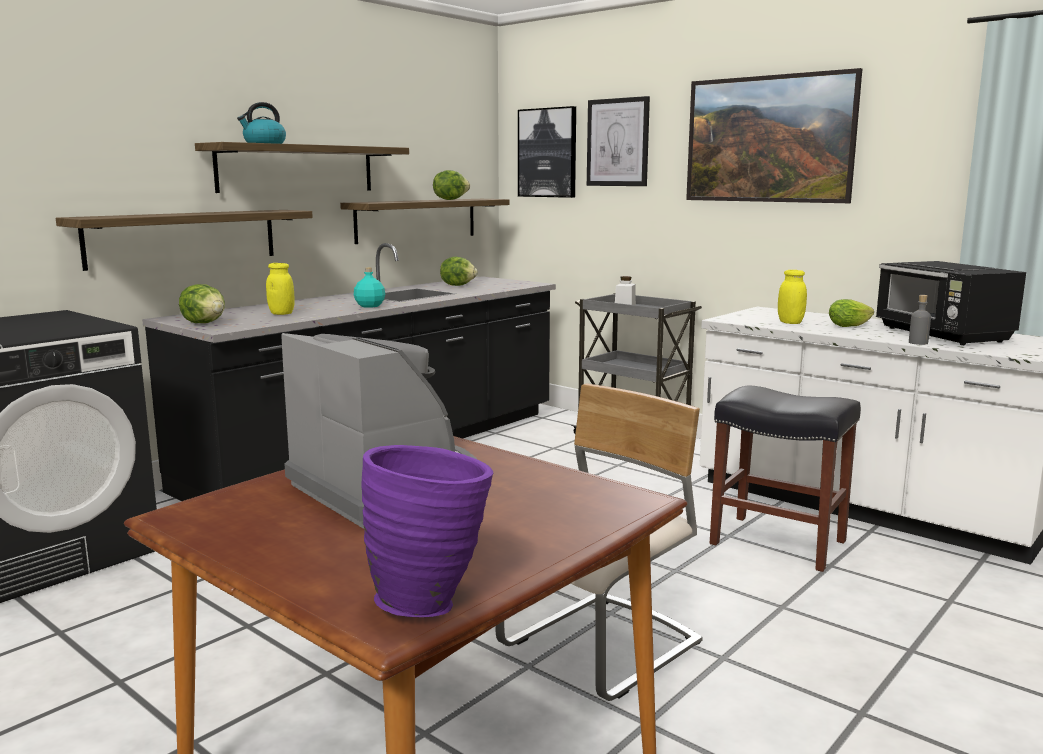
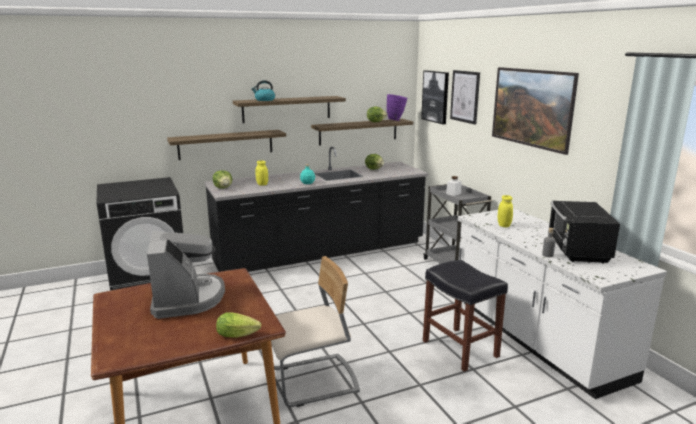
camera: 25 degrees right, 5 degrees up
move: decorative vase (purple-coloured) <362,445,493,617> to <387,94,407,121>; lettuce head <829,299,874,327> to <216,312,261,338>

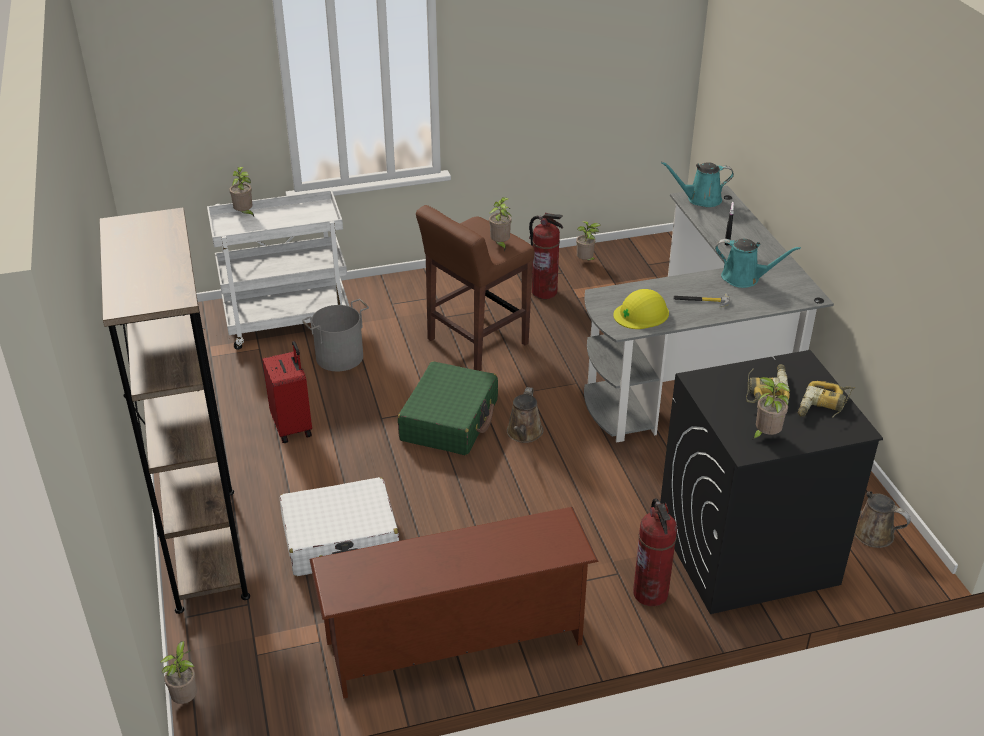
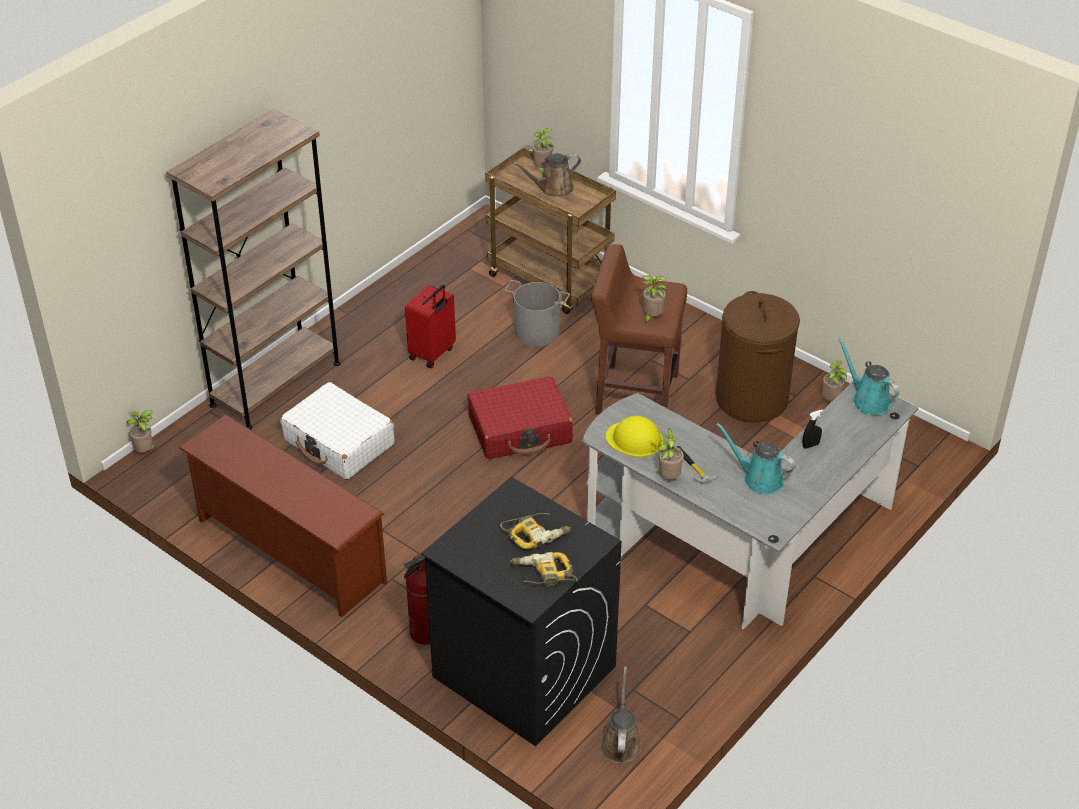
camera: 55 degrees right, 5 degrees up
move: watering can (brown-coloured) <507,387,543,443> to <513,153,581,197>; houseplant <751,377,790,440> to <656,428,684,479>
replace: fire extinguisher <529,213,563,299> to laundry basket (brown-coloured) <716,291,800,423>
recolor: wheeled cart (whitish) <207,190,349,350> to wheeled cart (brown-coloured) <485,147,616,314>; travel case (greenish) <398,361,498,455> to travel case (red) <467,376,573,459>
rotate: watering can (turquoise-coloured) <715,239,801,288> = <716,423,796,495> 135 degrees clockwise

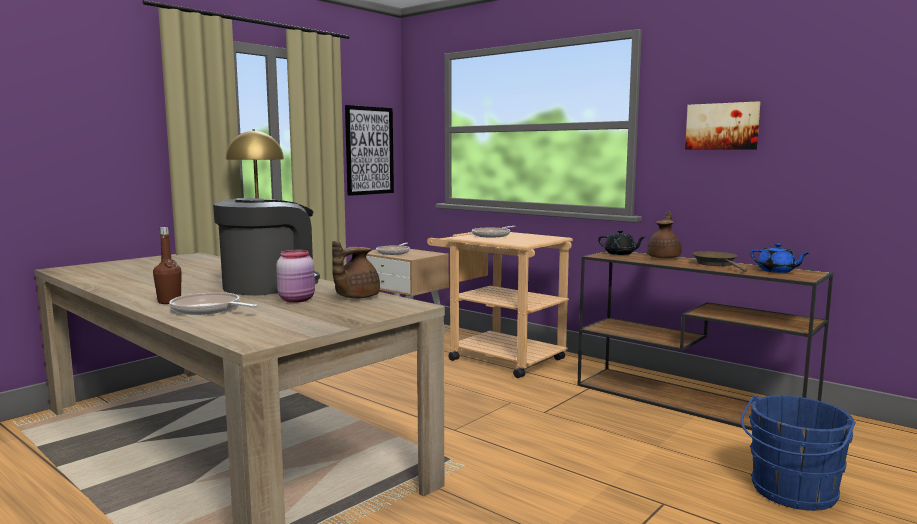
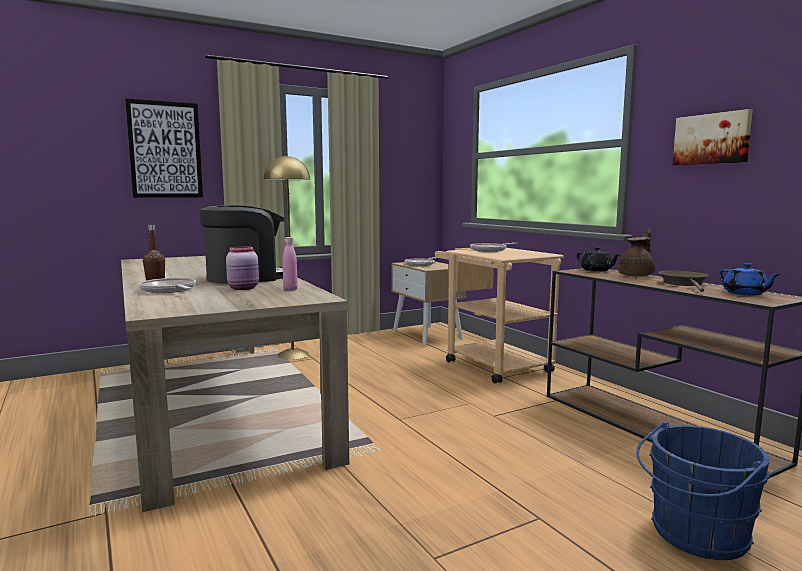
camera: 20 degrees right, 0 degrees up
move: picture <345,105,394,196> to <125,98,203,198>
replace: teapot (brown-coloured) <332,241,380,298> to drink bottle (pink-coloured) <283,237,298,291>

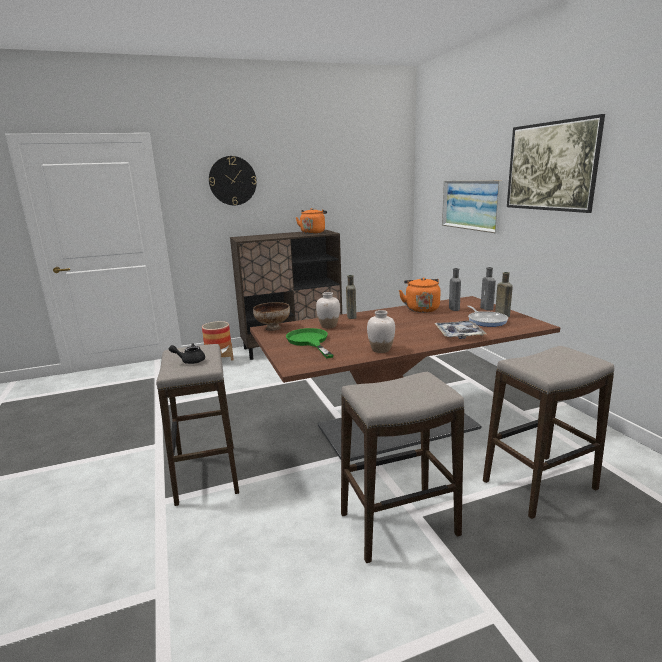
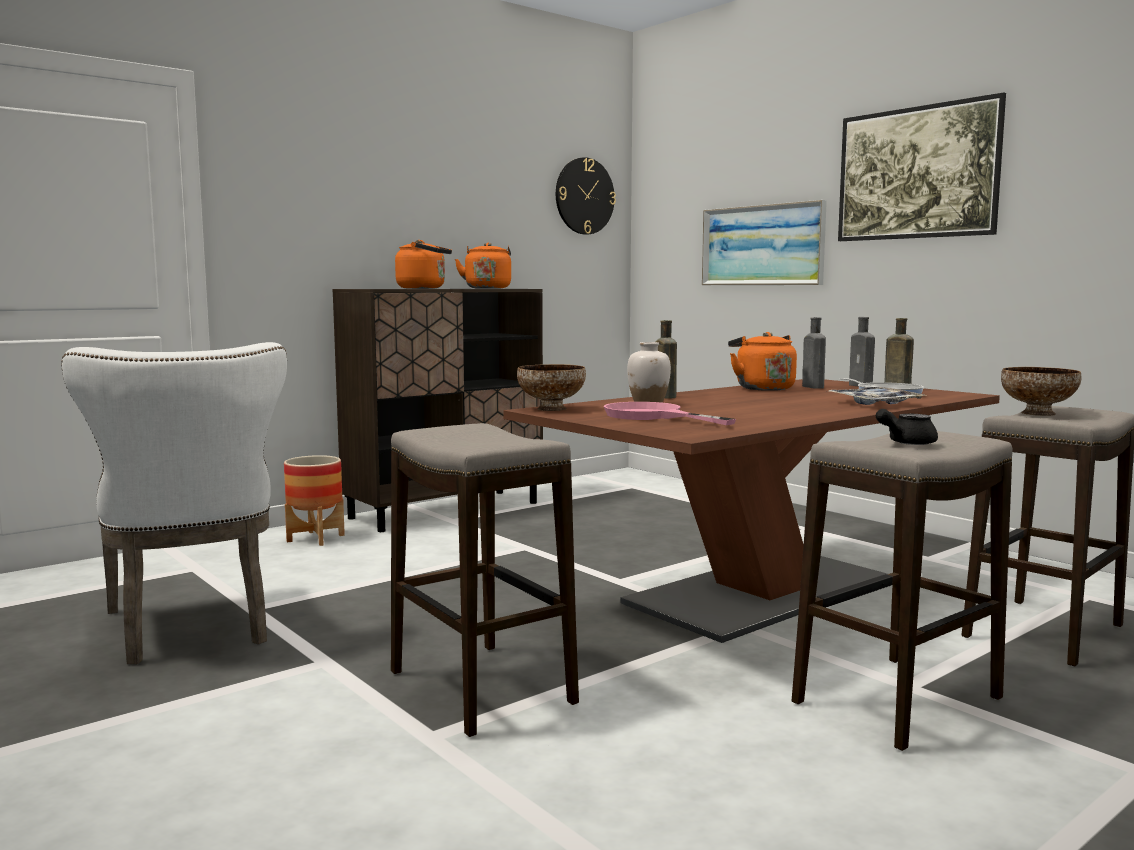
camera: 20 degrees left, 10 degrees down
delete: decorative vase (whitish) <367,310,395,353>
insert: plain chair (whitish) <61,342,287,664>; water kettle (orangey) <395,240,452,289>; serving bowl <1001,367,1081,416>
move: teapot (black) <169,343,205,364> to <876,409,938,445>; clock on the wall <209,156,257,205> to <556,157,616,235>
recolor: pan (greenish) <286,328,334,359> to pan (pink-coloured) <604,402,736,425>

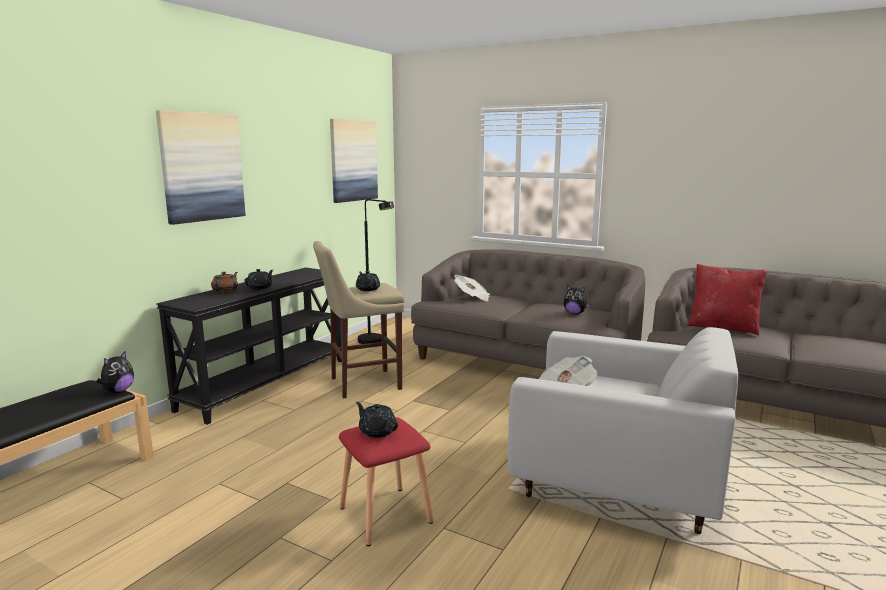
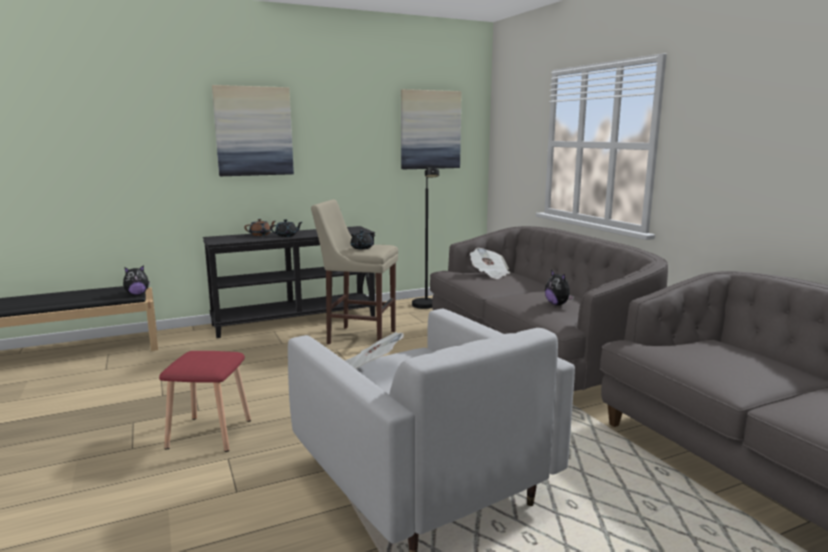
camera: 35 degrees right, 0 degrees up
delete: teapot (black) <356,402,398,438>; cushion (red) <687,264,767,335>

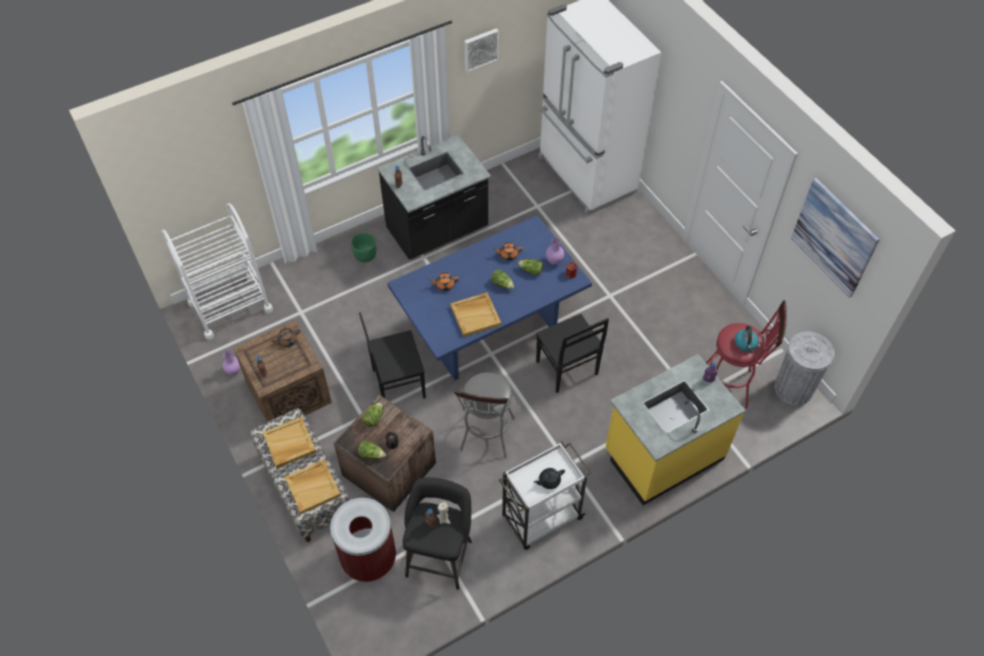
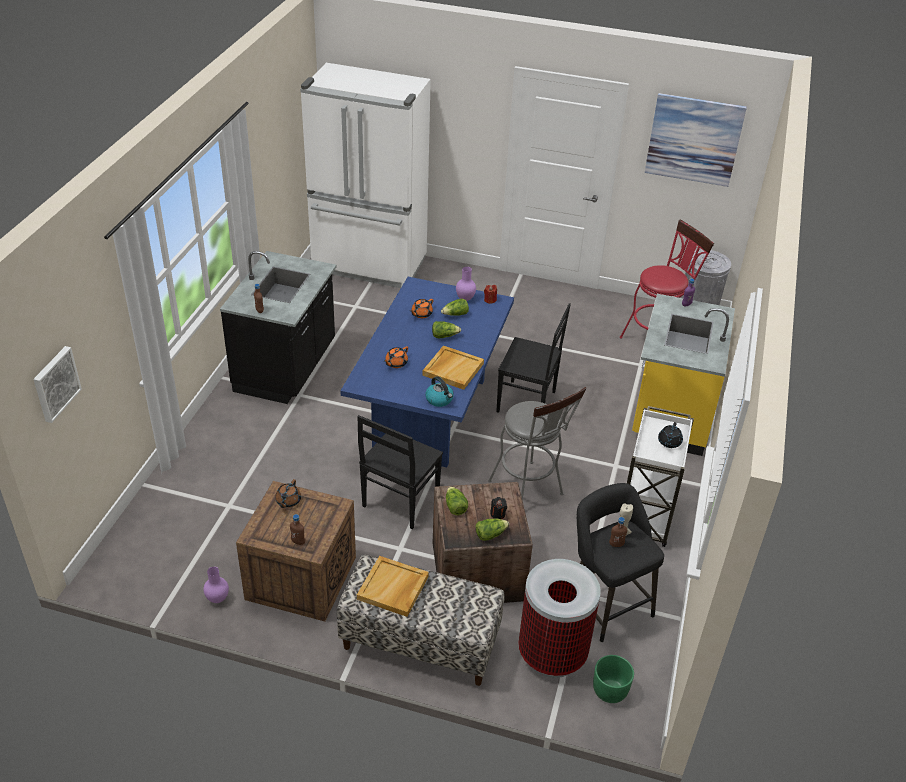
camera: 45 degrees left, 15 degrees down
delete: wheeled cart (whitish) <161,203,273,340>; carrying tray (sand-coloured) <285,460,341,514>
move: plant pot (greenish) <351,232,376,262> to <593,655,634,703>; picture <464,28,499,72> to <33,346,82,423>; water kettle <735,326,759,351> to <425,376,454,407>

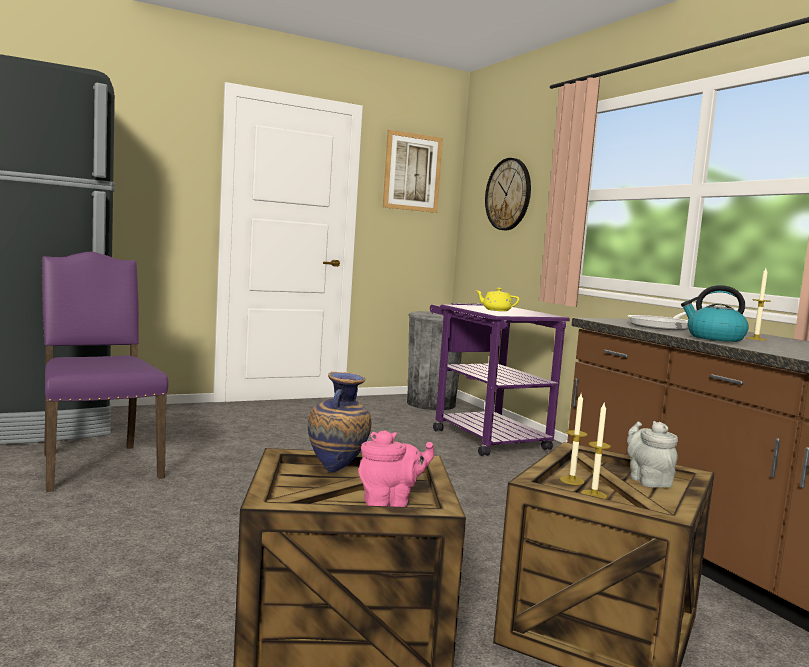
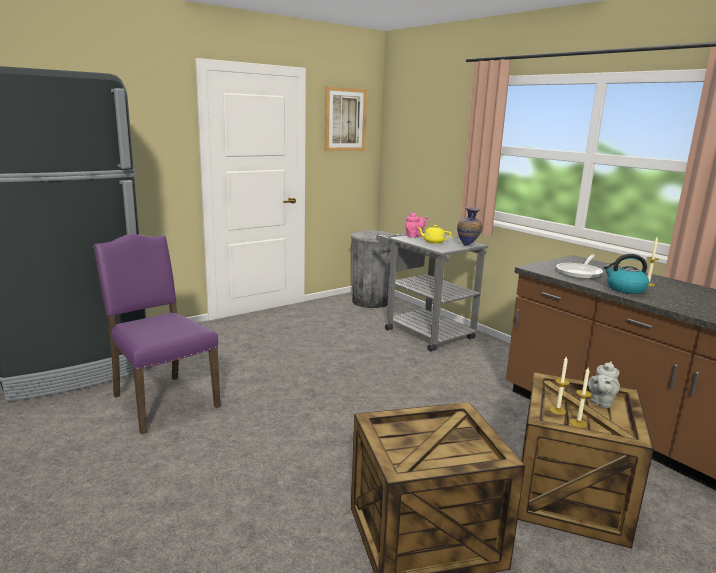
camera: 10 degrees left, 10 degrees up
delete: clock on the wall <485,158,531,231>
move: decorative vase <308,372,371,472> to <457,207,482,246>; teapot (pink-coloured) <359,430,434,507> to <405,213,428,238>
recolor: wheeled cart (purple-coloured) <430,303,570,456> to wheeled cart (grey) <376,231,488,352>
rotate: teapot (grey) <627,421,678,487> = <588,361,620,408> 120 degrees counterclockwise

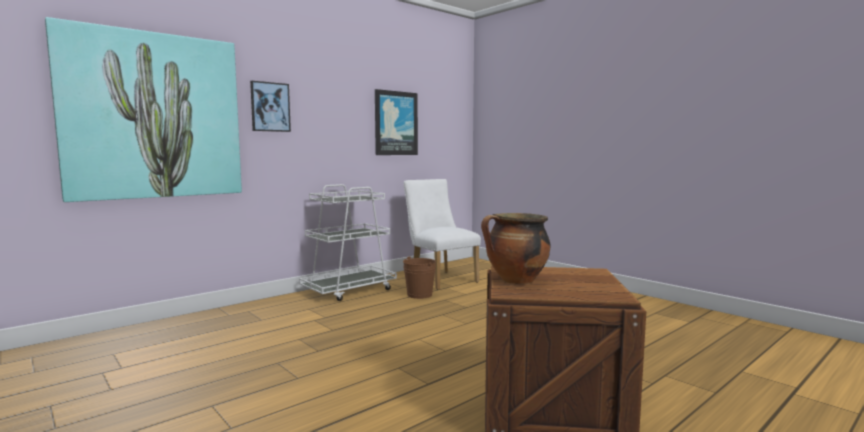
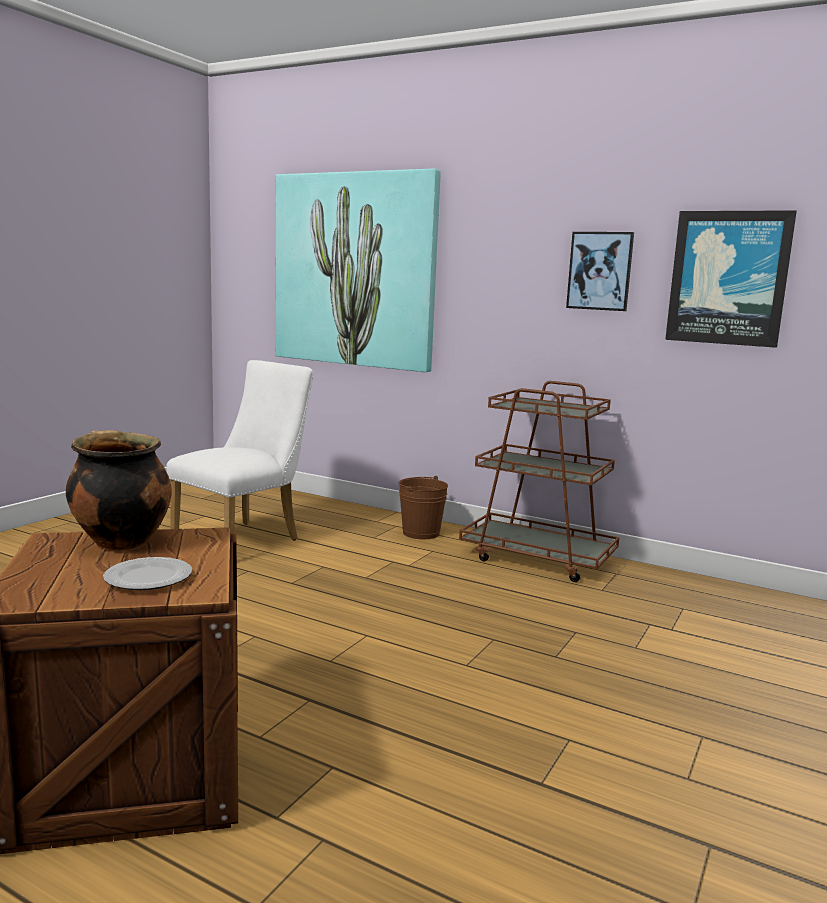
camera: 70 degrees right, 5 degrees up
insert: plate <103,557,192,590>
move: picture <250,81,291,132> to <566,232,634,311>; water bucket (brown-coloured) <403,256,436,299> to <399,476,448,539>; plain chair (whitish) <404,179,481,290> to <166,360,314,540>
recolor: wheeled cart (whitish) <299,184,397,301> to wheeled cart (brown-coloured) <459,381,619,582>

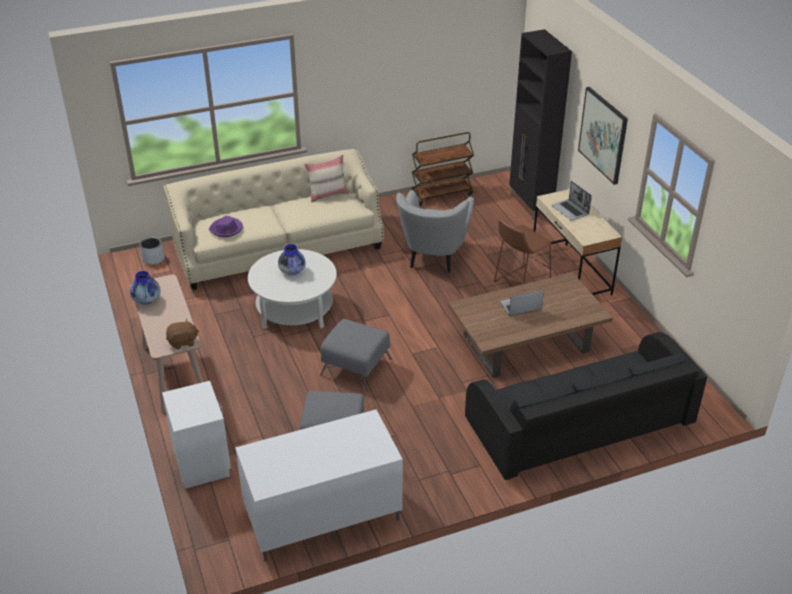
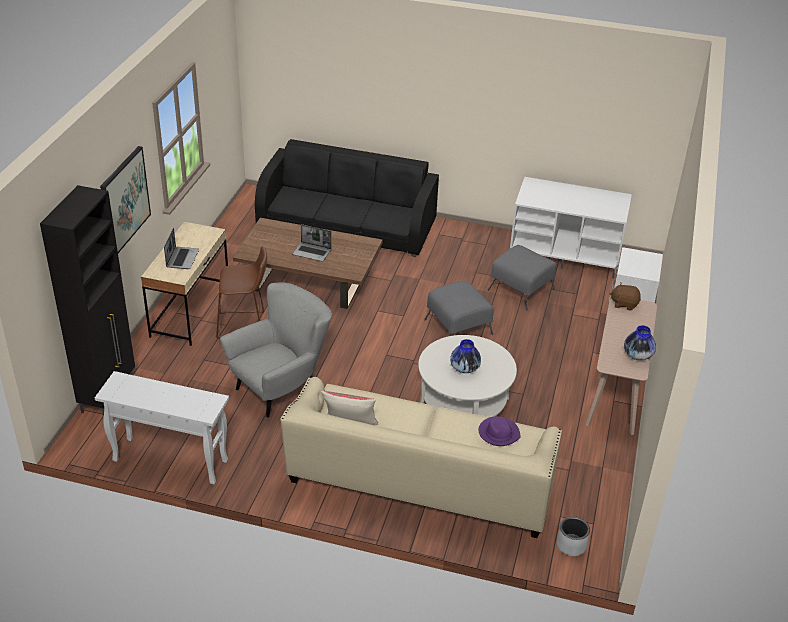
camera: 145 degrees left, 0 degrees up
replace: wheeled cart (brown-coloured) <411,132,474,206> to narrow table (whitish) <95,371,229,484>

